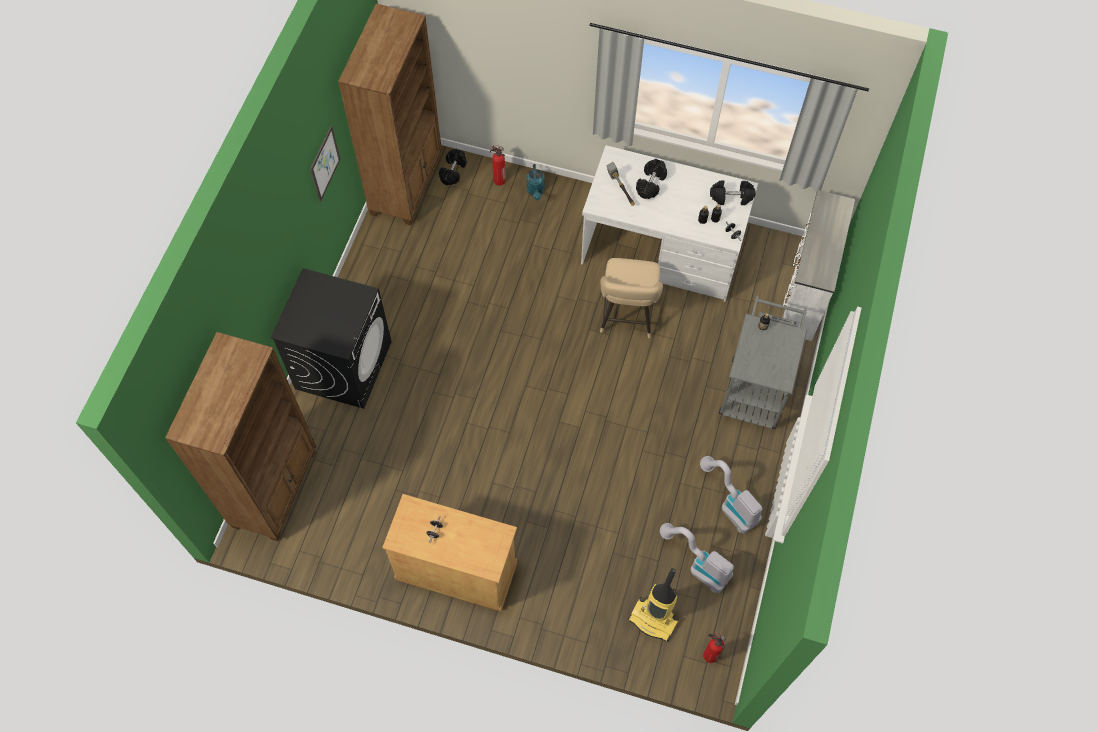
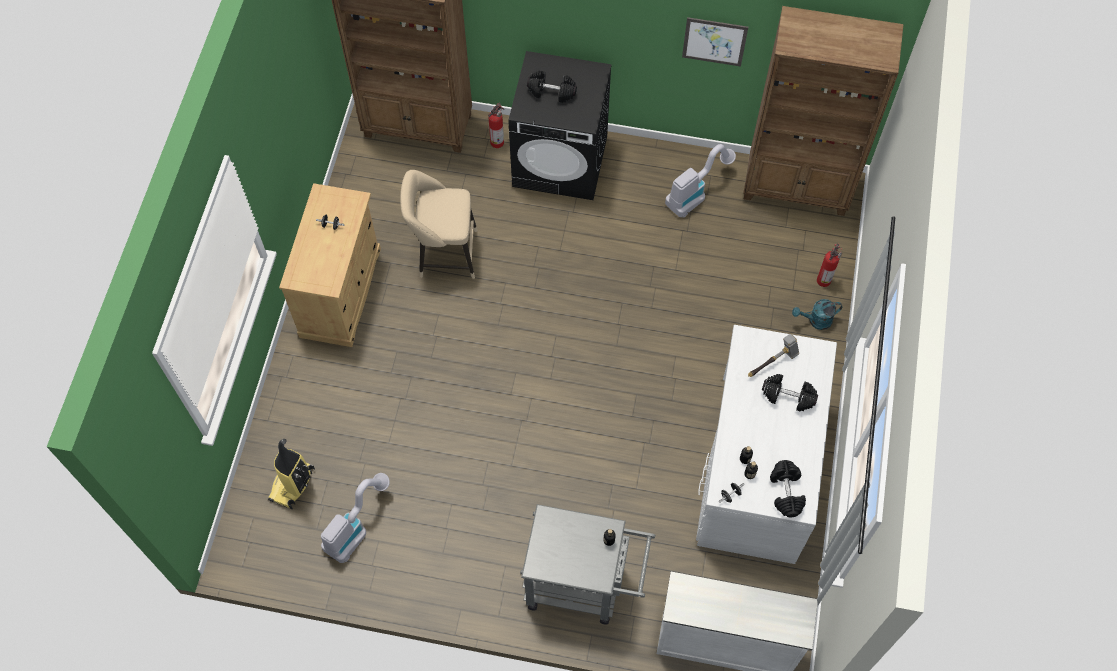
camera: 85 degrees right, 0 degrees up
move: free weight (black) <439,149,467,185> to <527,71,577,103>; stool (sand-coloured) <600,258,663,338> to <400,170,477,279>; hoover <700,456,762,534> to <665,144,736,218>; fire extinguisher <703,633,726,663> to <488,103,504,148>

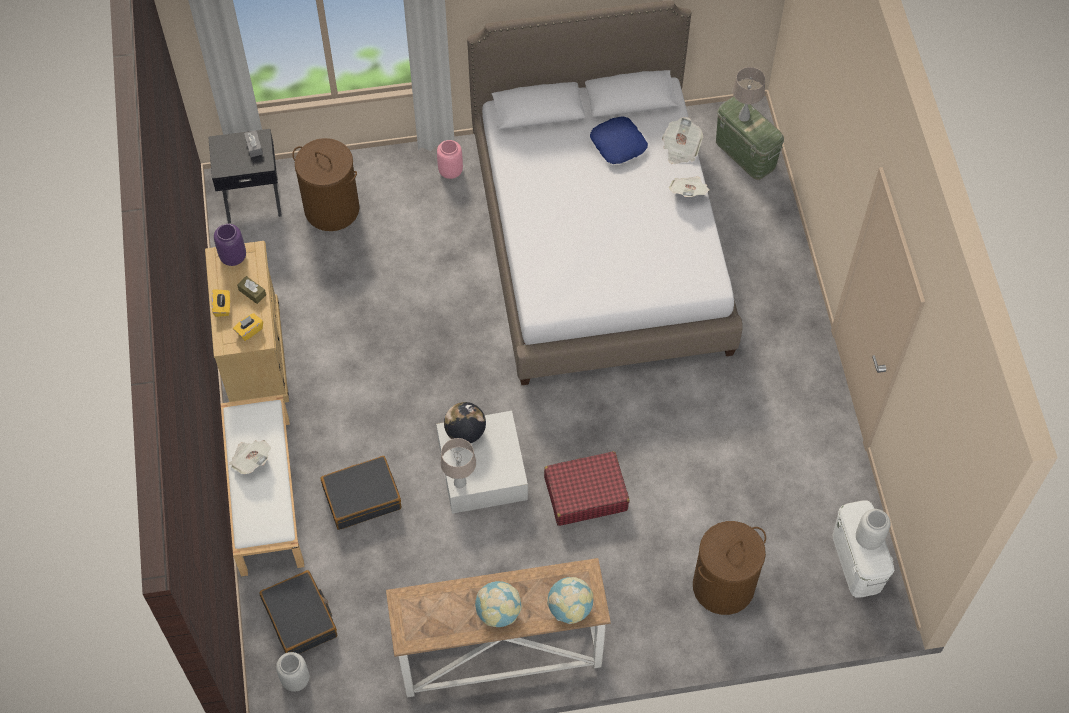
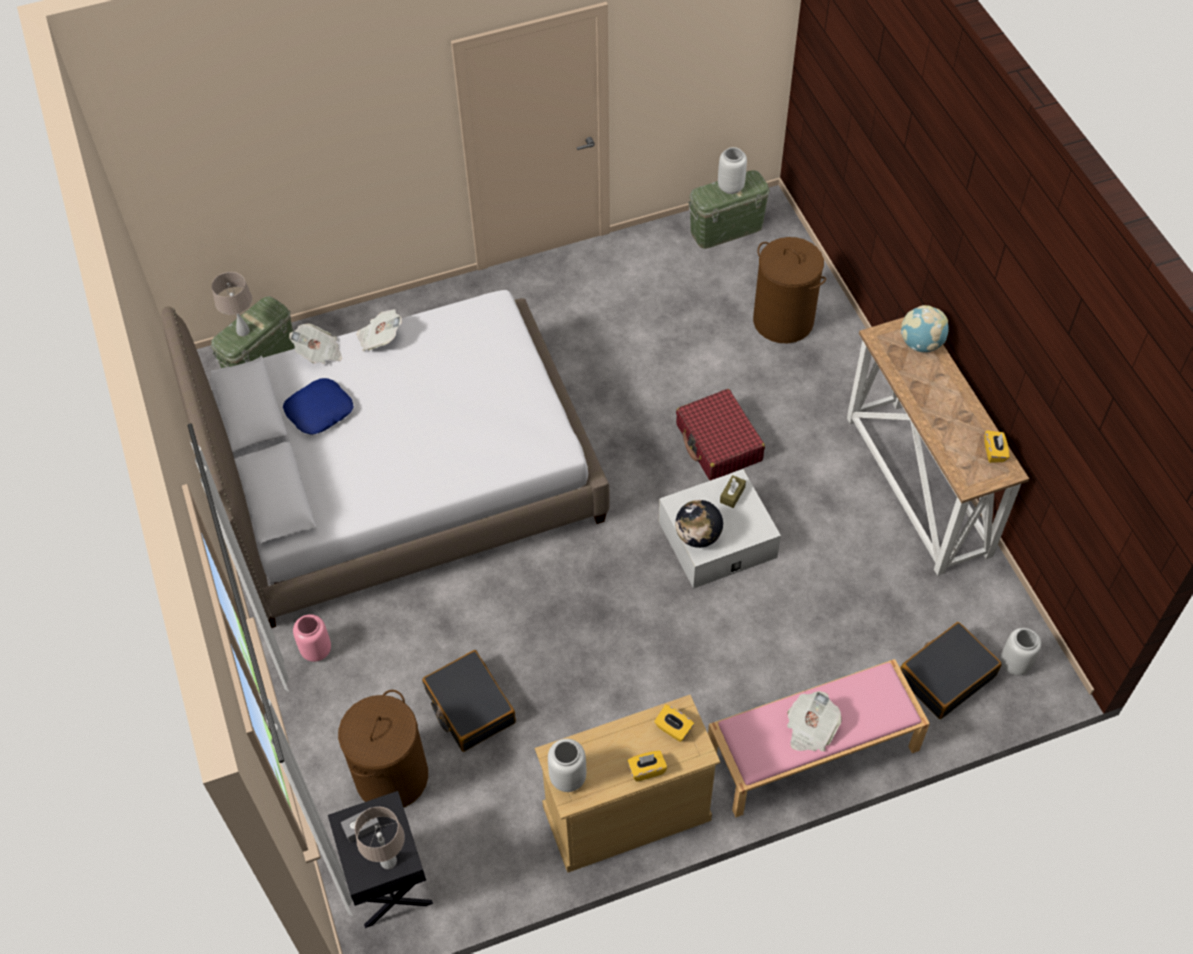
camera: 100 degrees left, 5 degrees down
delete: desk globe <475,581,522,627>
insert: box of tissues (yellowish) <984,430,1009,463>
move: box of tissues (brown-coloured) <237,276,266,304> to <720,475,746,508>; travel case (black) <320,456,401,530> to <422,650,516,752>; lamp for a table (sand-coloured) <440,438,476,488> to <355,807,405,869>
recolor: decorative vase (purple-coloured) <214,224,246,266> to decorative vase (grey) <548,739,586,792>; bench (whitish) <221,395,304,576> to bench (pink-coloured) <708,659,930,818>; storage box (whitish) <833,500,894,598> to storage box (greenish) <688,170,770,249>

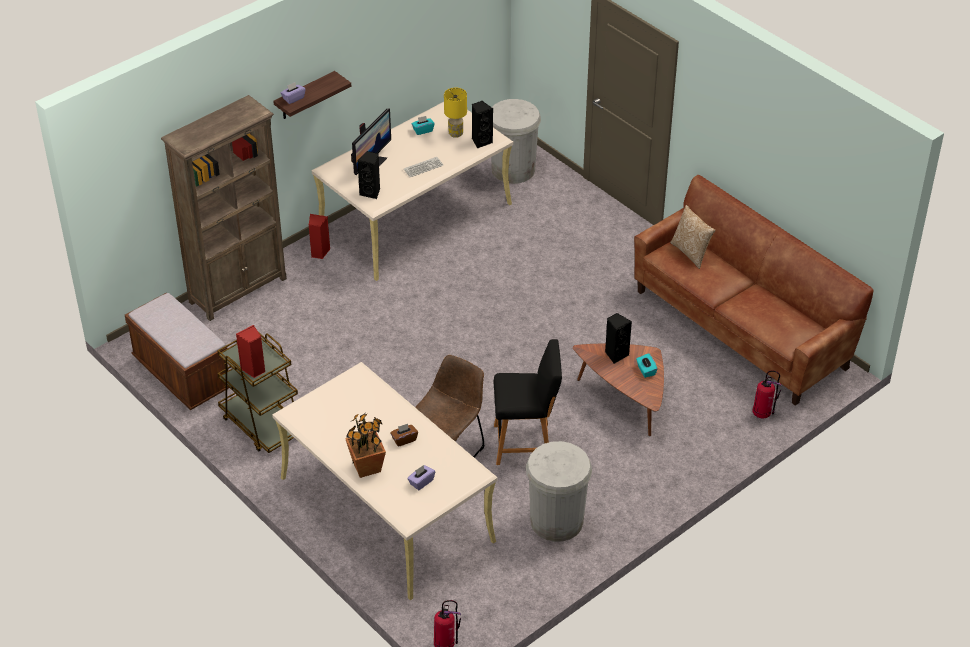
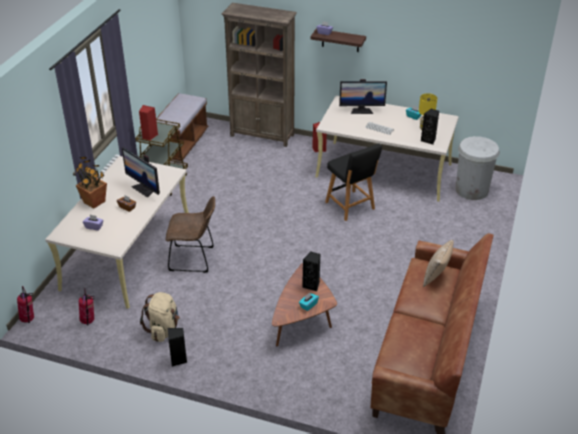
camera: 60 degrees right, 5 degrees down
insert: computer screen <122,147,160,198>
move: audio speaker (black) <357,151,380,199> to <167,328,187,367>; stool (black) <494,339,562,465> to <325,143,382,221>; fire extinguisher <753,371,782,418> to <79,288,95,325>
replace: trash can (whitish) <526,441,592,542> to rucksack (sand-coloured) <140,292,180,342>

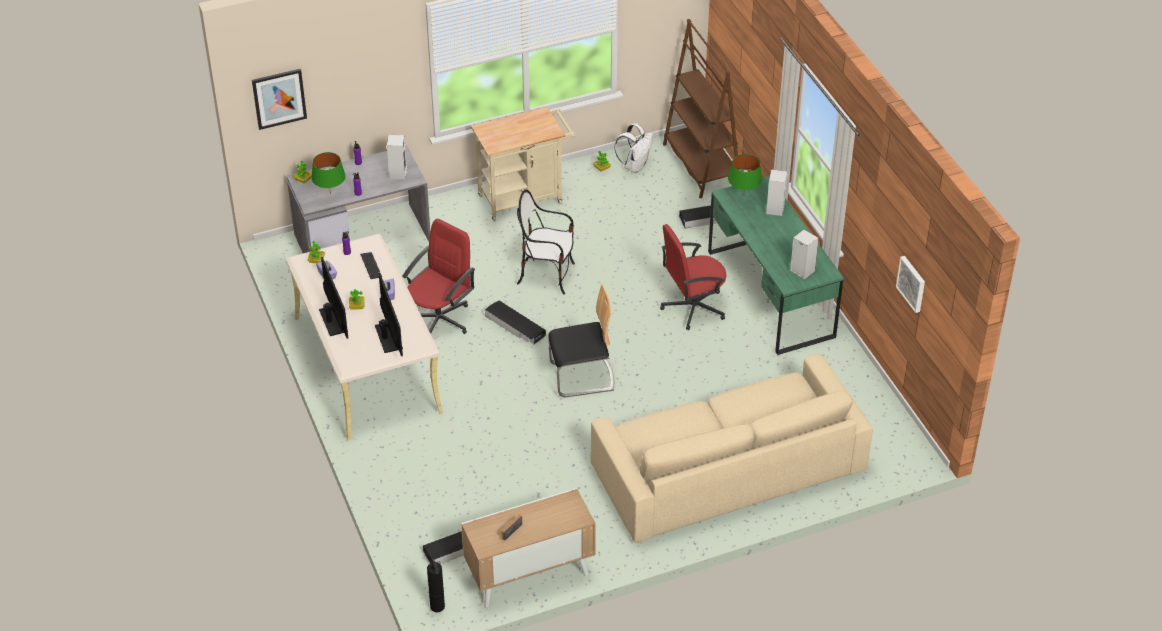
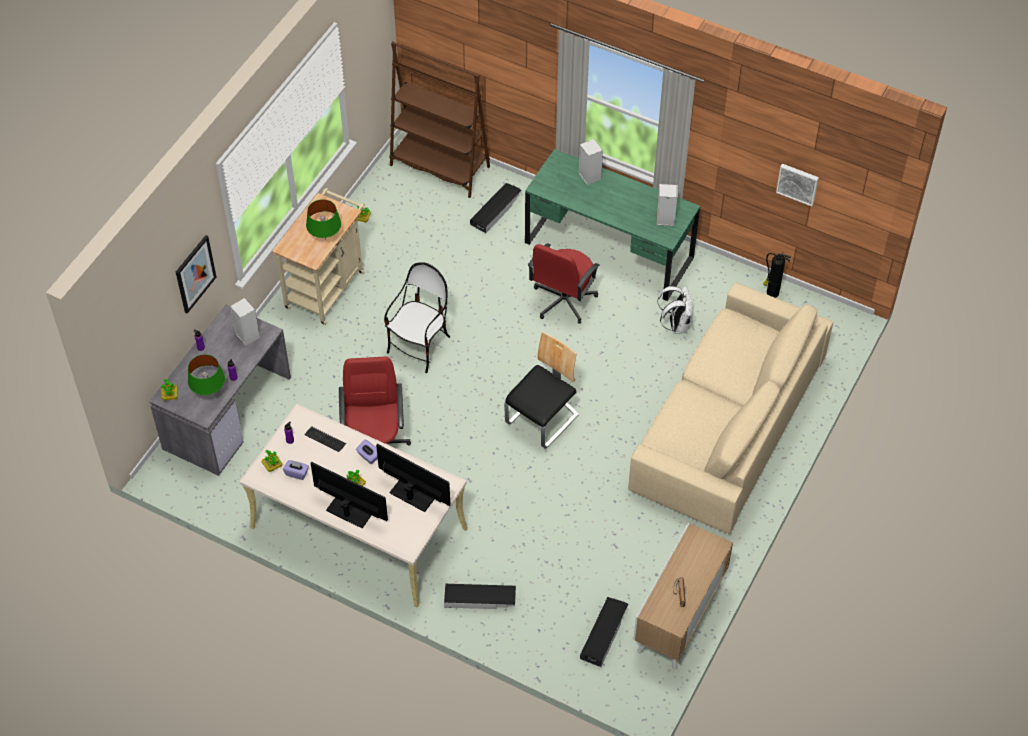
camera: 40 degrees left, 10 degrees up
move: picture <252,69,307,130> to <176,235,216,314>; fire extinguisher <427,556,445,612> to <763,253,790,298>; storage box (black) <485,301,546,344> to <444,584,516,609>; rucksack (whitish) <614,123,653,173> to <657,286,693,334>; lamp for a table (greenish) <728,154,762,190> to <306,199,341,240>
rotate: plain chair <517,190,575,294> = <384,262,450,373> 150 degrees clockwise

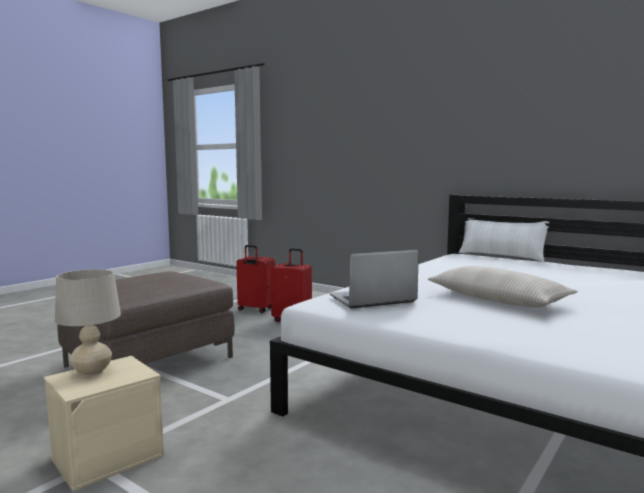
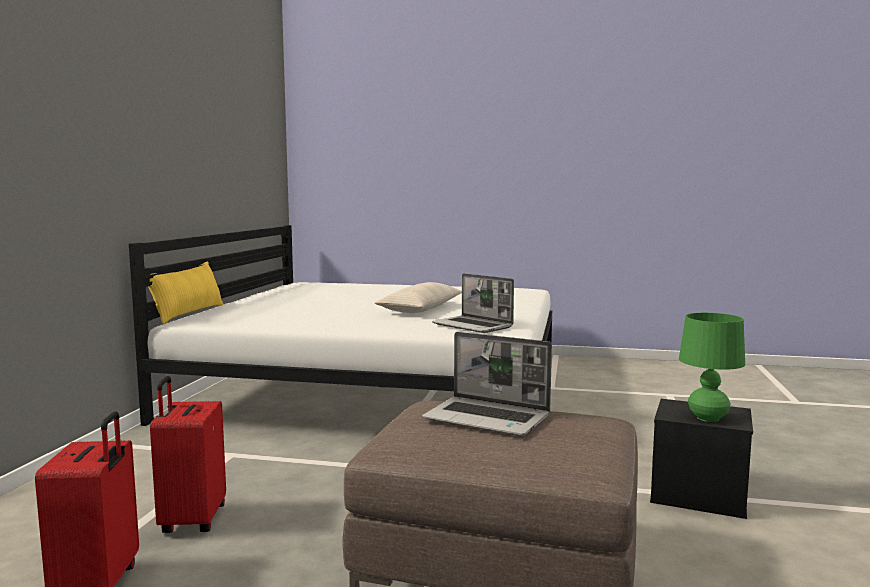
camera: 115 degrees left, 0 degrees up
insert: notebook computer <422,332,552,436>
recolor: storage box (sand-coloured) <44,356,165,491> to storage box (black) <650,399,753,519>; lamp for a table (sand-coloured) <55,269,121,376> to lamp for a table (greenish) <679,313,745,422>; cushion (whitish) <459,218,549,262> to cushion (yellowish) <148,262,224,324>

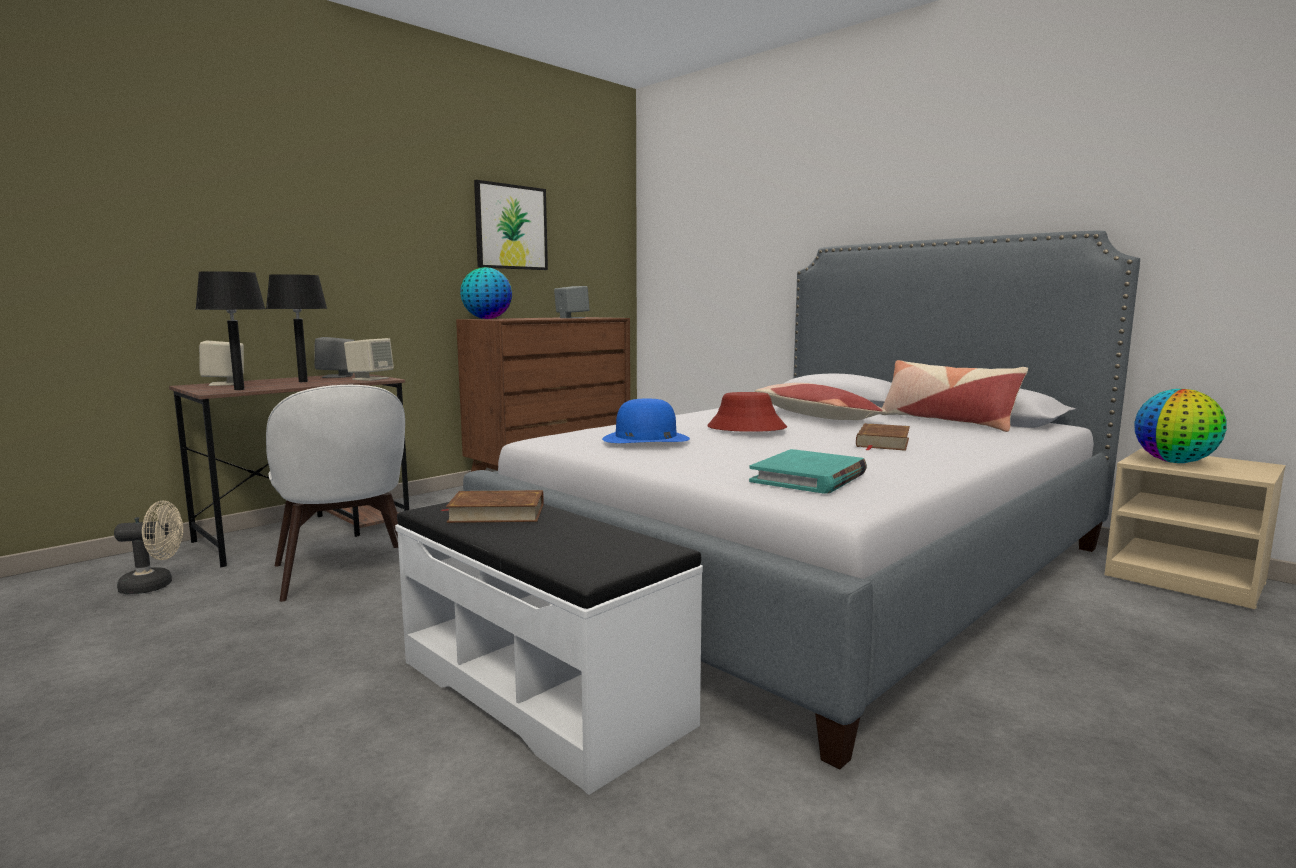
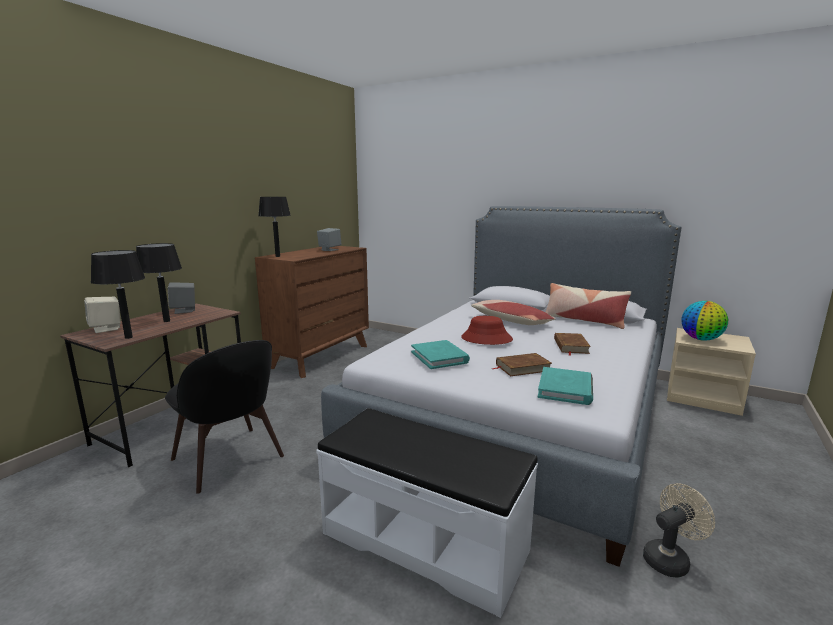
camera: 15 degrees left, 5 degrees up
delete: audio speaker (sand-coloured) <344,338,394,381>; picture <474,180,548,270>
move: fan (sand-coloured) <114,501,183,594> to <643,483,715,578>; volume (brown-coloured) <440,490,543,523> to <492,353,552,376>
replace: desk globe <460,267,512,319> to lamp for a table (black) <258,197,291,257>; hat (blue) <602,399,690,443> to volume (turquoise-coloured) <411,340,470,369>
recolor: plain chair (whitish) <266,385,405,602> to plain chair (black) <165,340,284,494>

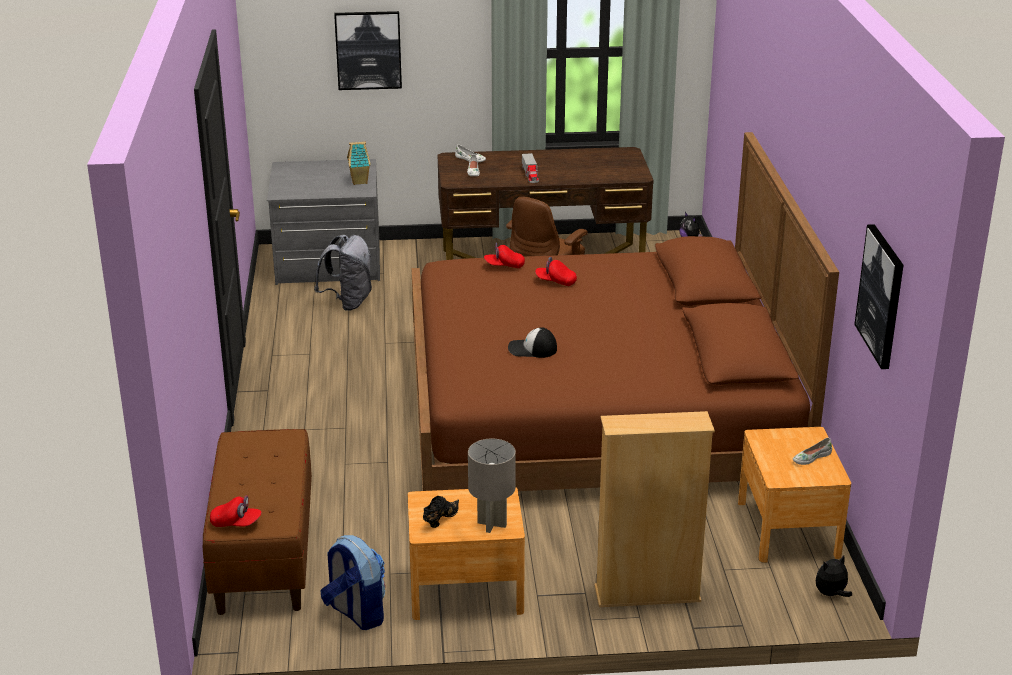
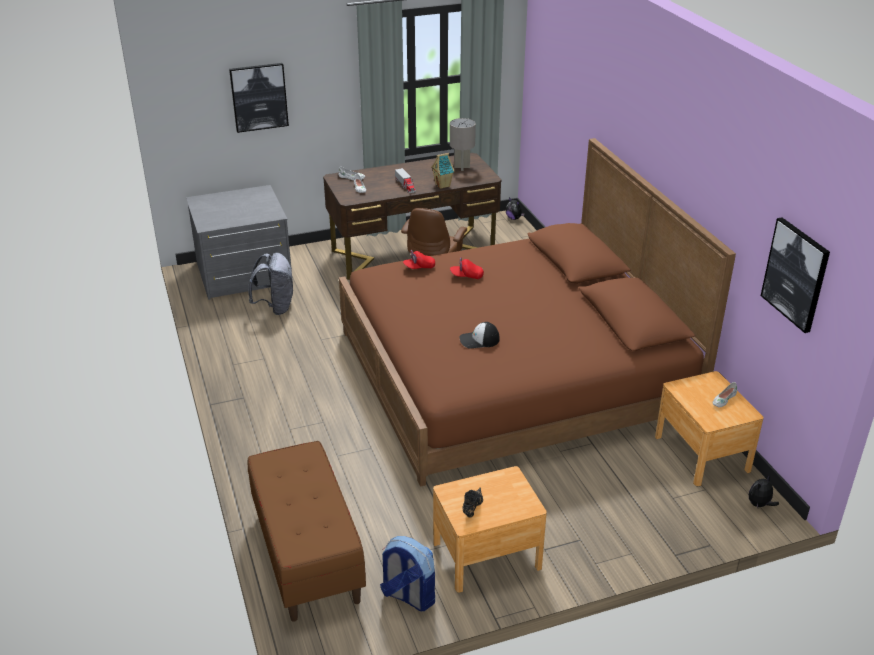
camera: 15 degrees left, 5 degrees up
delete: peaked cap (red) <210,495,262,527>; bookshelf (sand-coloured) <594,411,715,607>
move: model house <347,142,371,185> to <431,153,455,189>; lamp for a table (grey) <468,439,516,533> to <450,118,476,171>

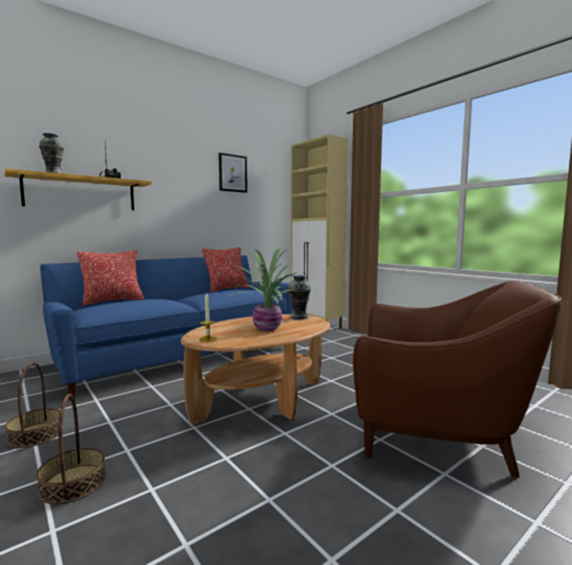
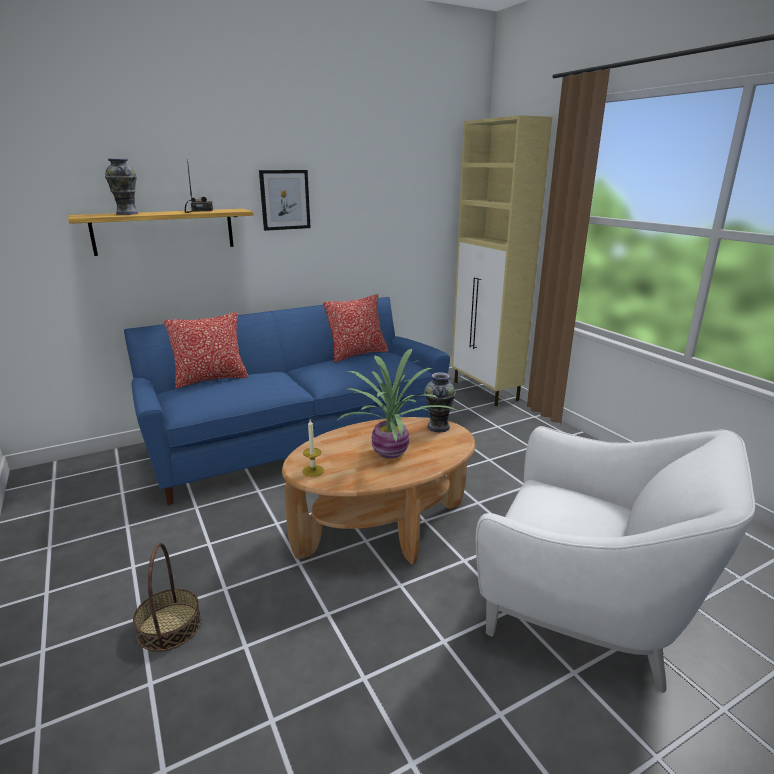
camera: 10 degrees right, 15 degrees up
delete: storage basket <5,362,60,448>
move: picture <219,153,247,193> to <259,170,311,231>
recolor: lounge chair (brown-coloured) <353,281,562,478> to lounge chair (whitish) <476,426,755,693>

